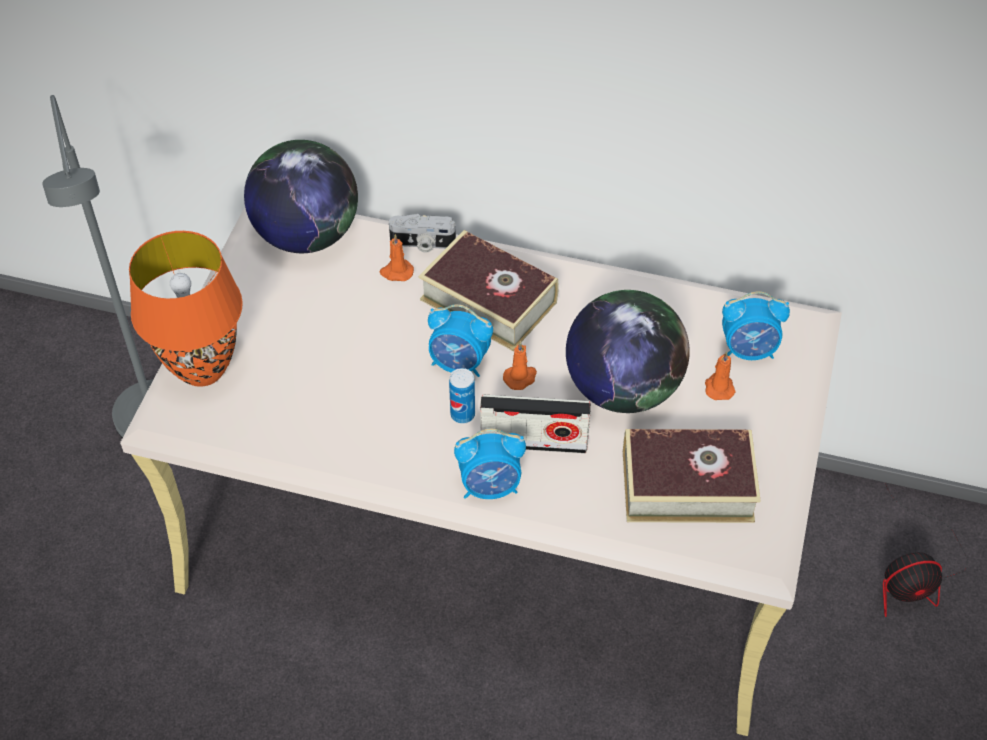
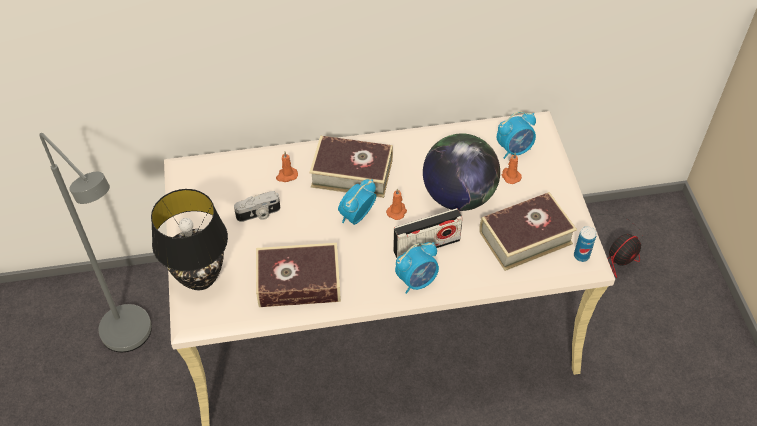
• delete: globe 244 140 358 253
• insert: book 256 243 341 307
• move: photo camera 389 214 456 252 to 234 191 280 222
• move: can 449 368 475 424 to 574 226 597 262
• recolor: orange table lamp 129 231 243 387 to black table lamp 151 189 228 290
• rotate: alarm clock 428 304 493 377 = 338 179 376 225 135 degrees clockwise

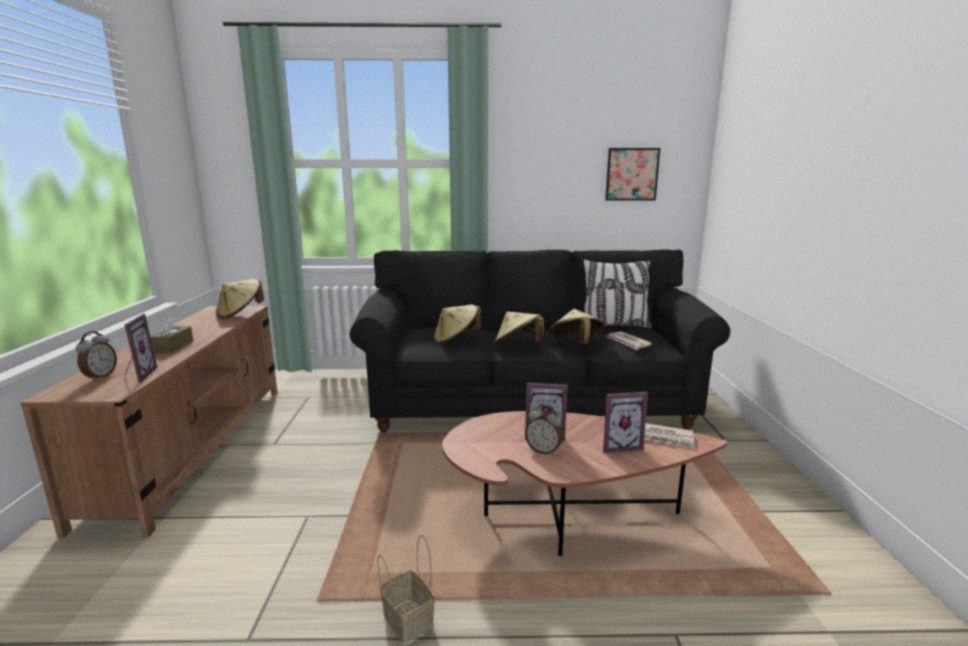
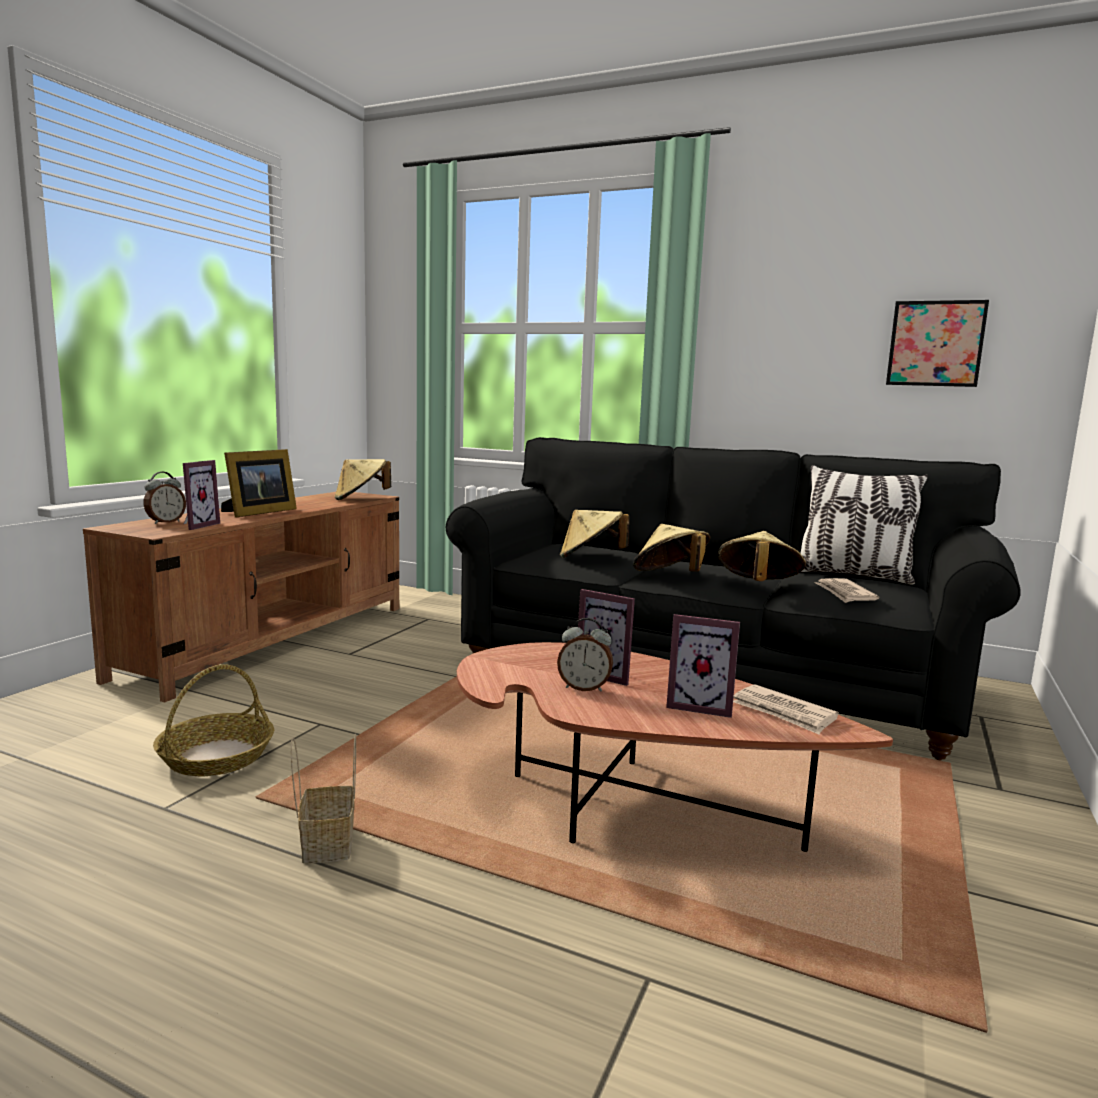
• insert: basket 153 664 274 776
• replace: brown tissue box 150 316 193 353 to picture frame 221 449 297 518
• rotate: alarm clock 525 405 563 455 = 557 618 613 692 45 degrees counterclockwise

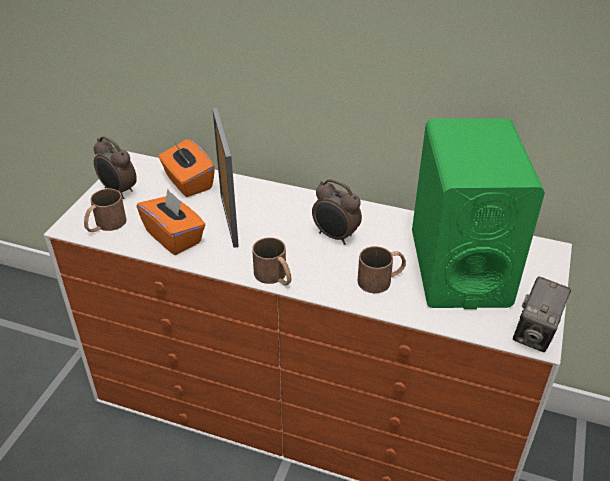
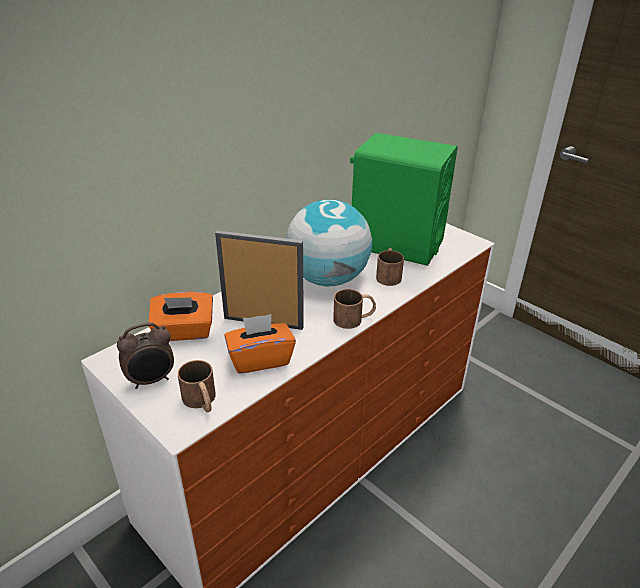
• delete: photo camera 513 276 571 352
• replace: alarm clock 312 179 362 245 to globe 286 199 372 286

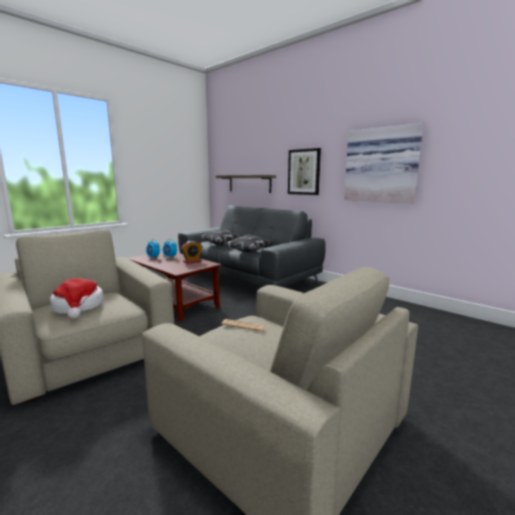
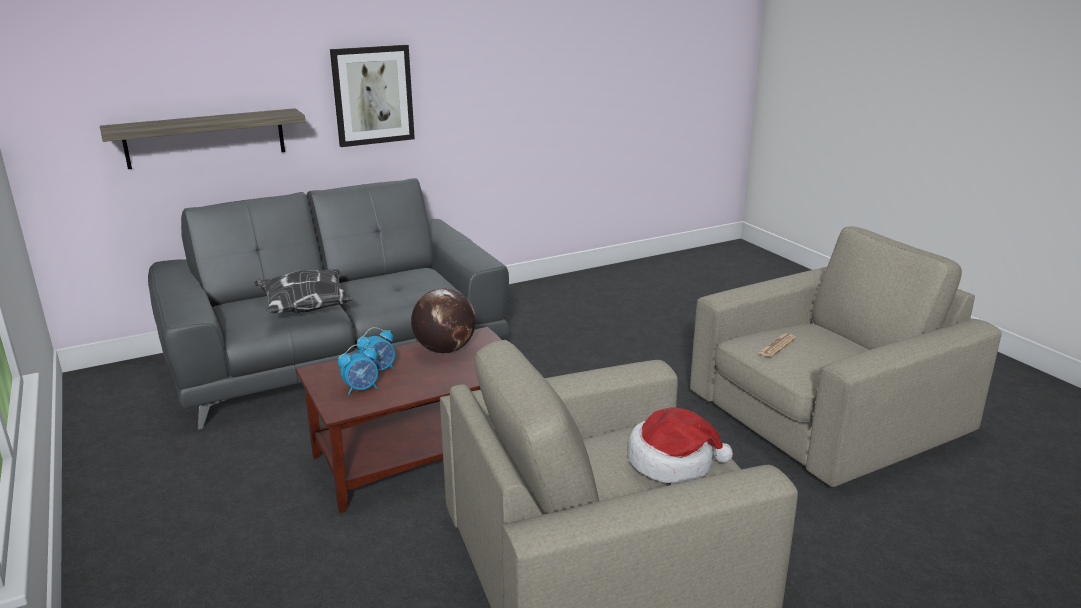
• delete: pillow 224 234 274 252
• delete: picture 344 123 423 203
• replace: alarm clock 181 241 203 264 to globe 411 288 476 353

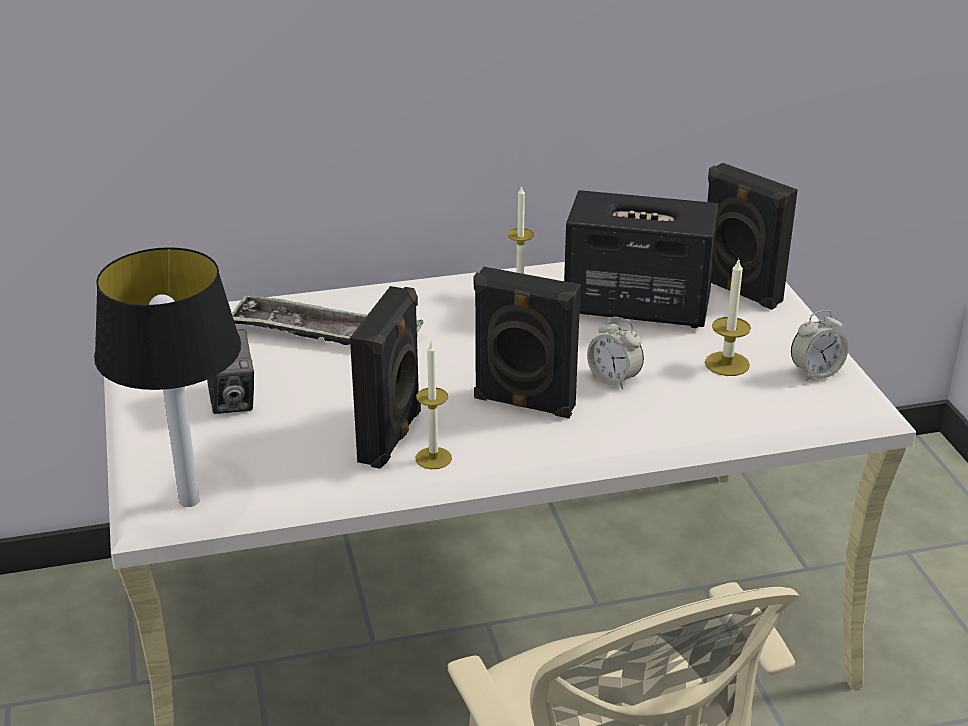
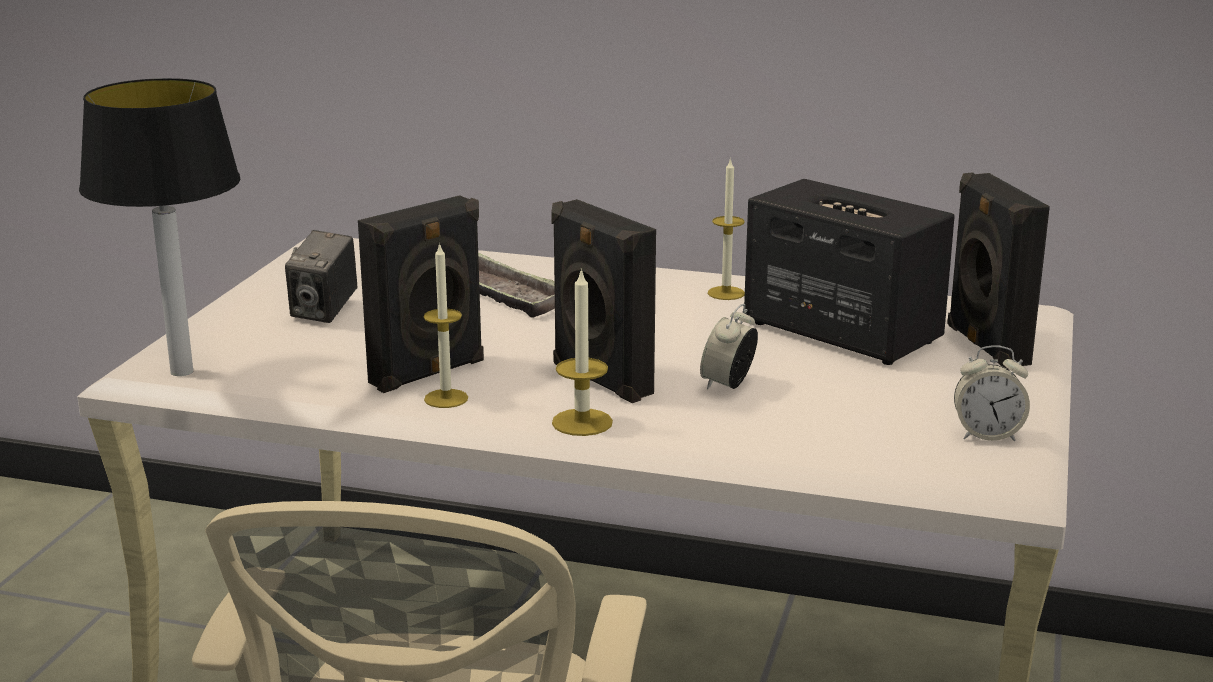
• move: candle 705 258 751 376 to 552 268 613 436
• rotate: alarm clock 587 317 644 390 = 700 304 758 390 45 degrees clockwise

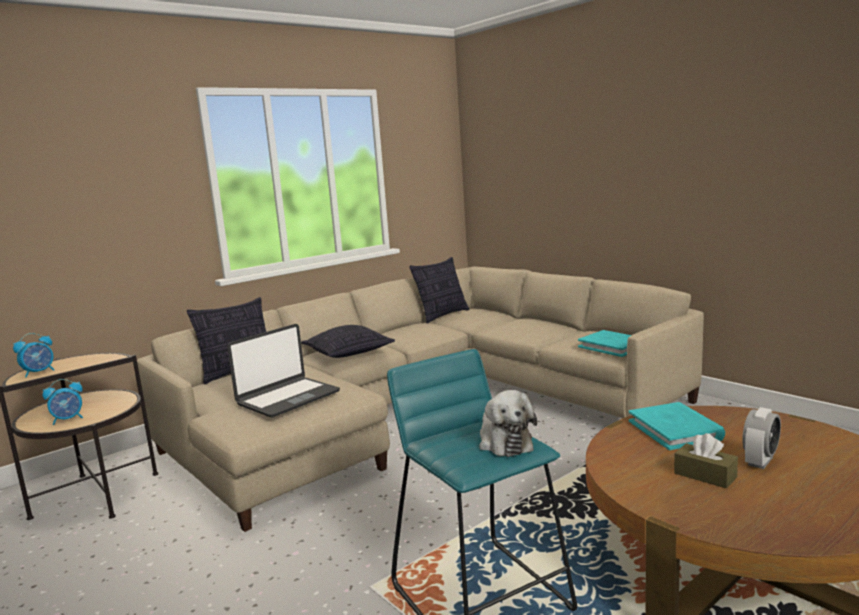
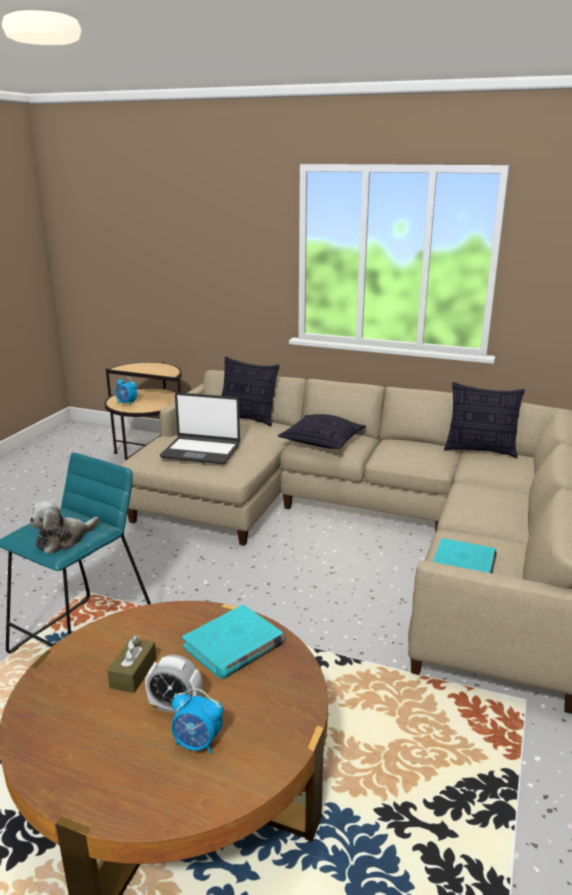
• move: alarm clock 13 333 54 378 to 171 688 223 754

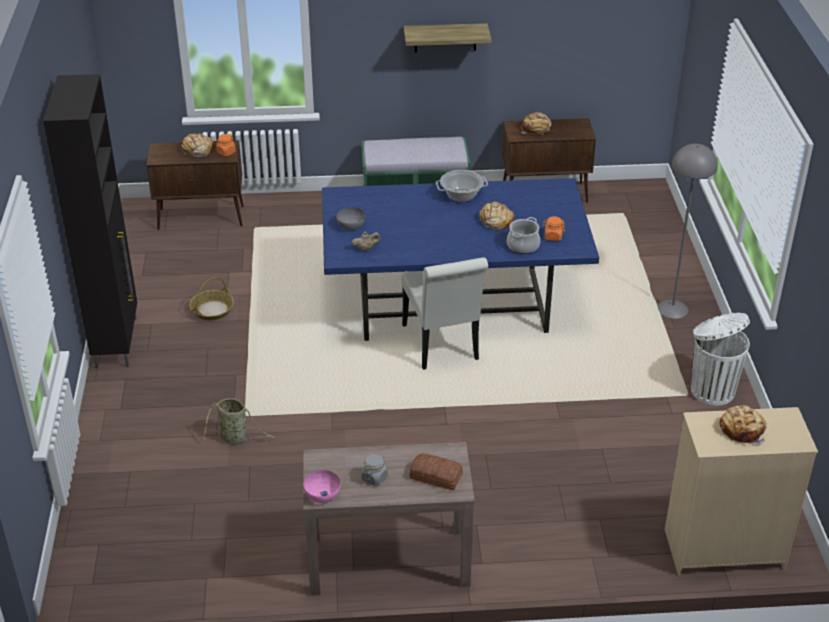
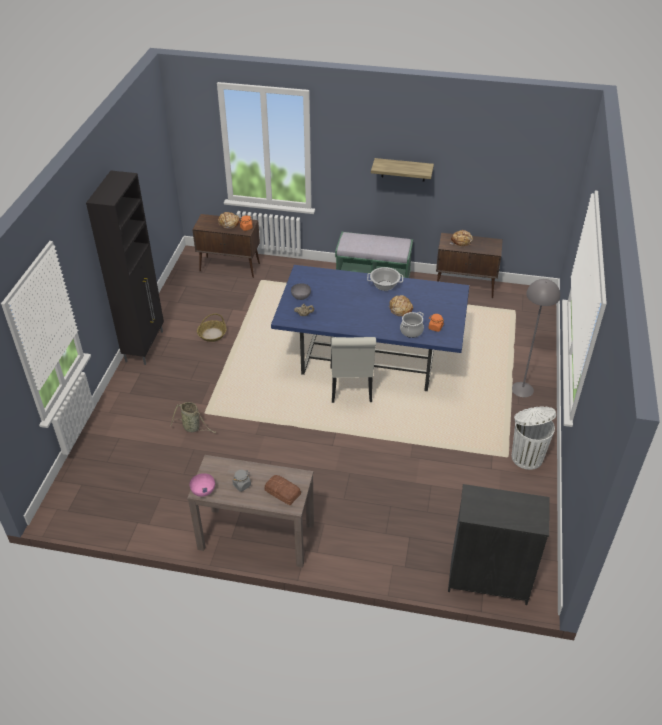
• delete: bread 720 405 767 444
• recolor: beige dresser 665 407 818 576 to black dresser 448 484 549 605

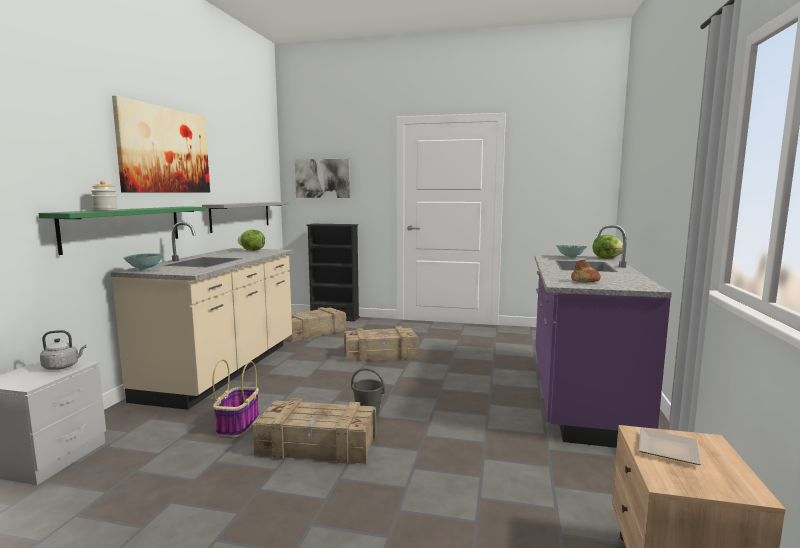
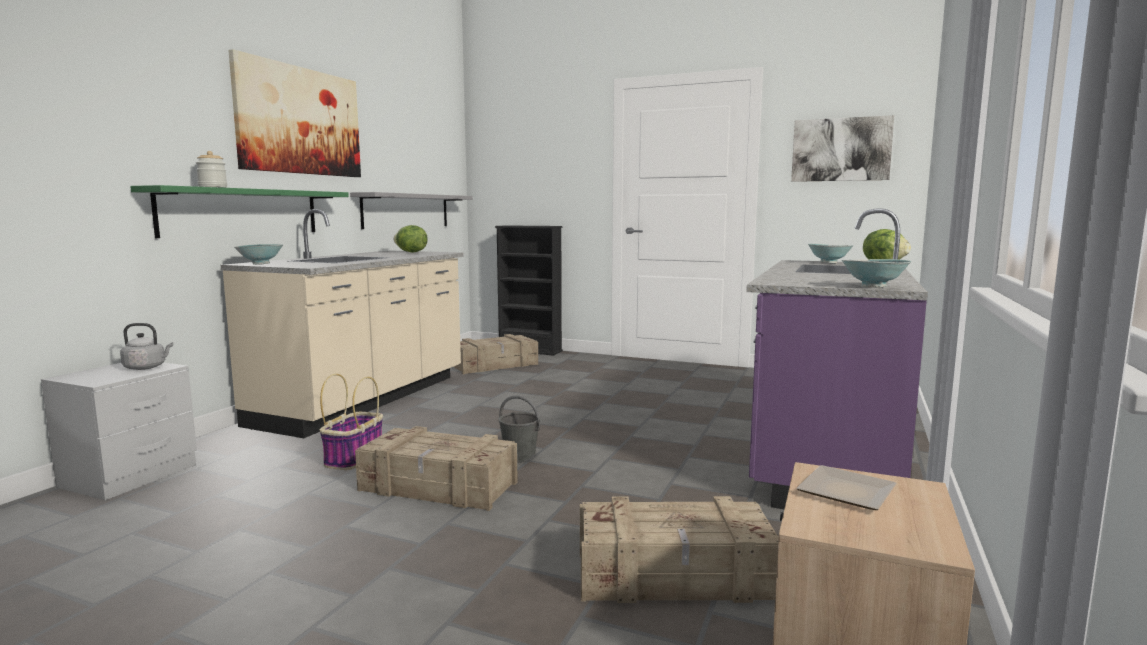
• delete: bread 571 260 601 282
• insert: bowl 842 259 911 288
• move: picture 295 159 350 198 to 791 115 894 182
• move: crate 344 326 419 362 to 580 496 779 603

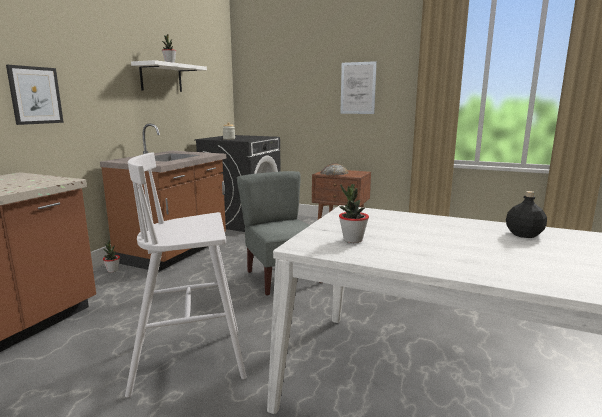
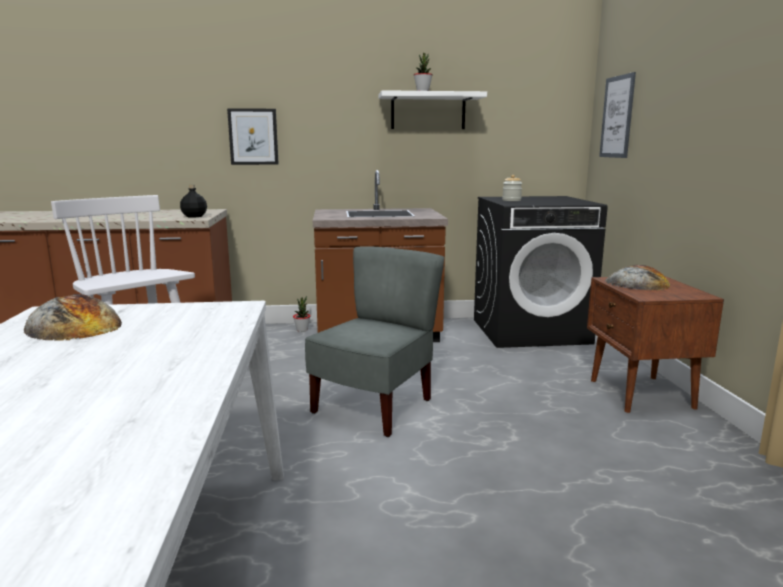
• move: picture 340 61 377 114 to 599 72 636 158
• move: black bottle 506 191 547 238 to 180 185 207 218
• replace: potted plant 339 184 369 243 to bread 24 294 122 341

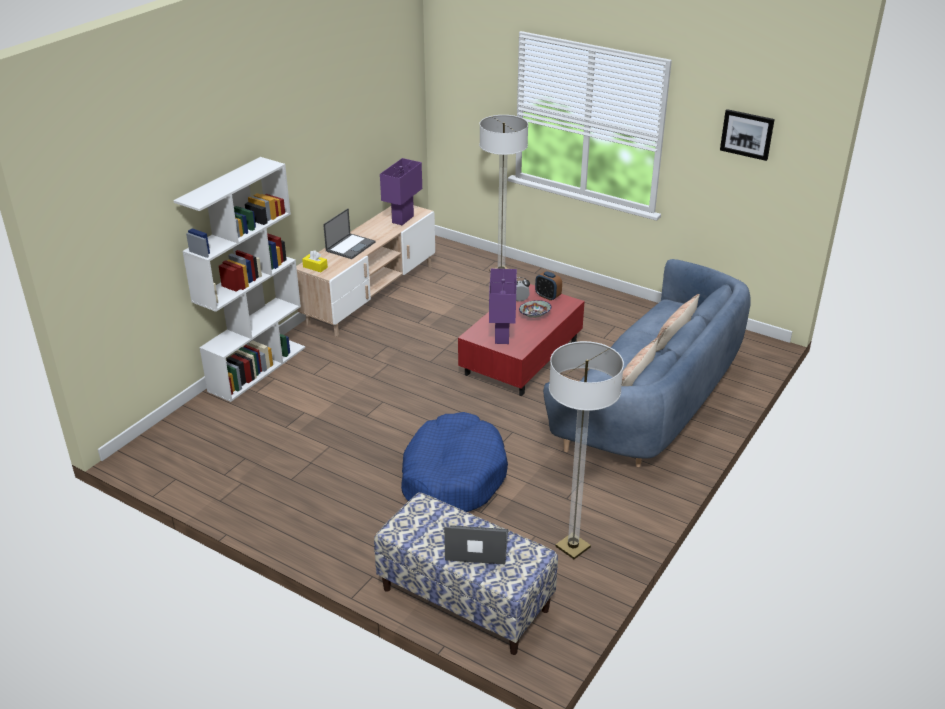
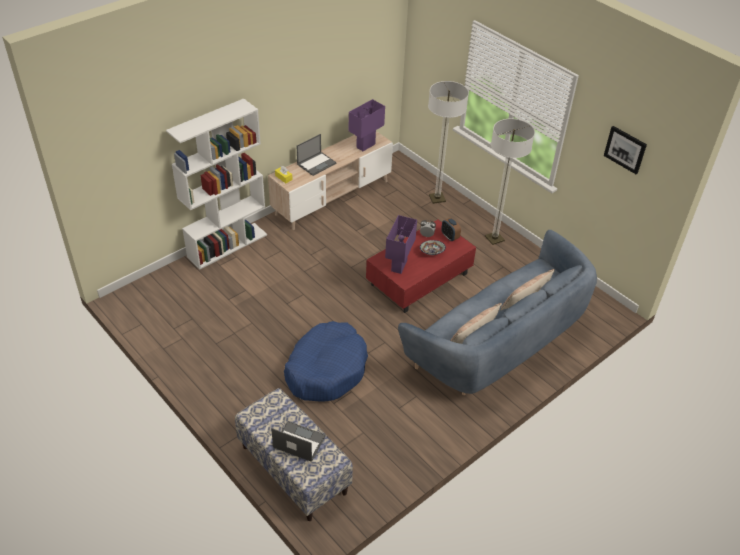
• move: floor lamp 549 341 624 559 to 485 119 535 245

